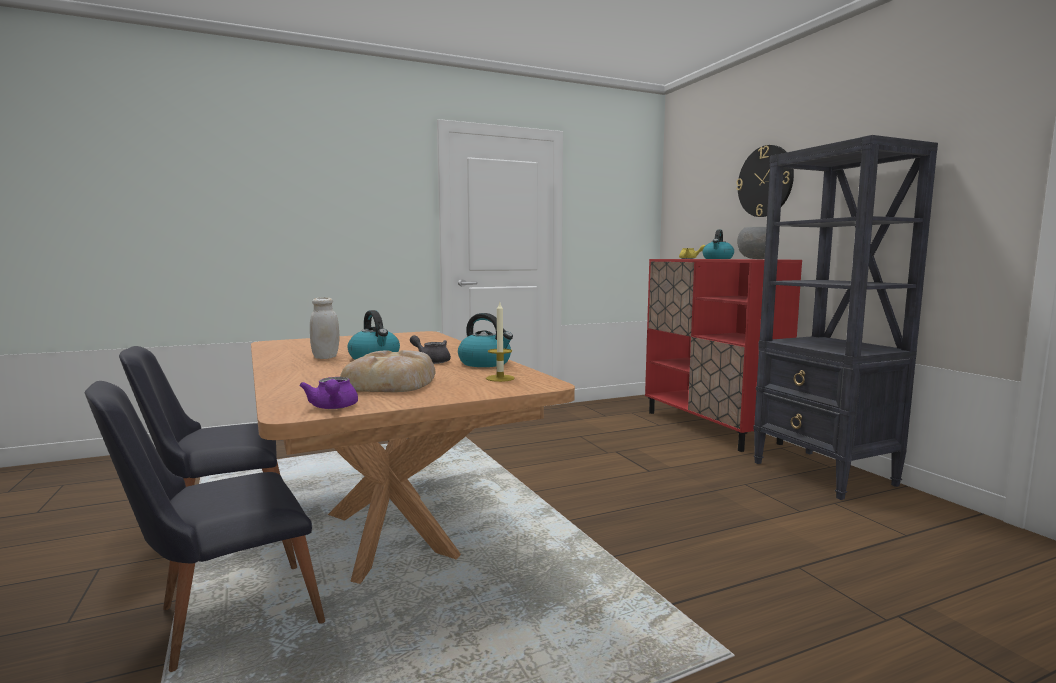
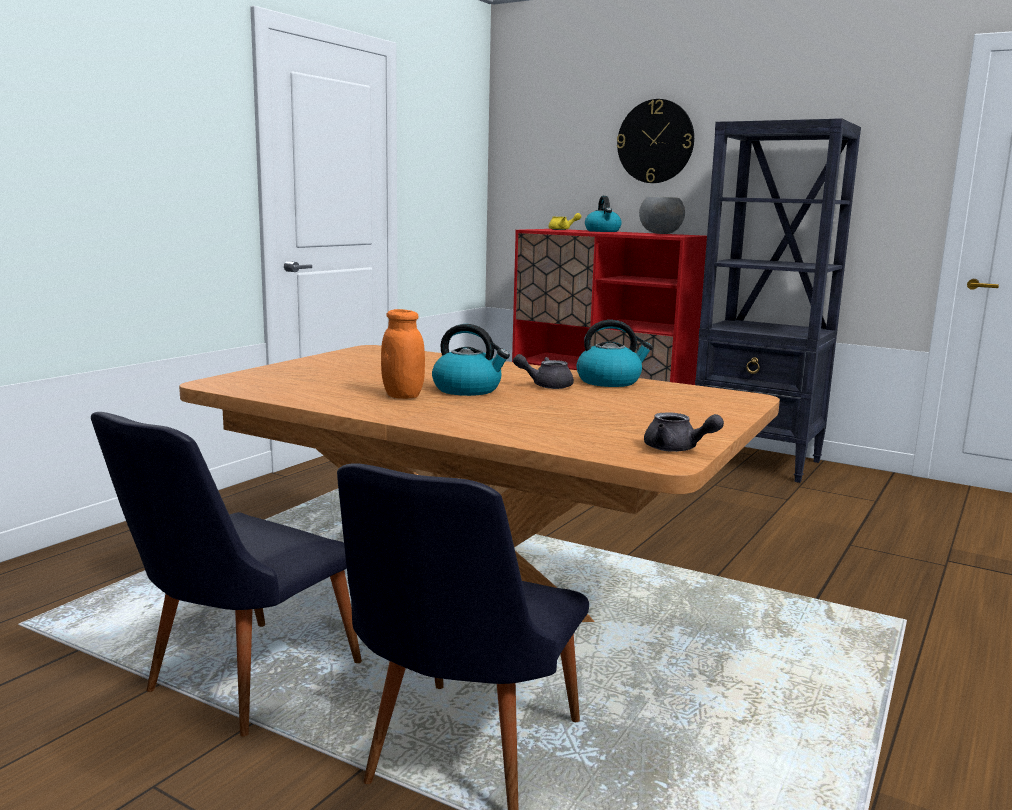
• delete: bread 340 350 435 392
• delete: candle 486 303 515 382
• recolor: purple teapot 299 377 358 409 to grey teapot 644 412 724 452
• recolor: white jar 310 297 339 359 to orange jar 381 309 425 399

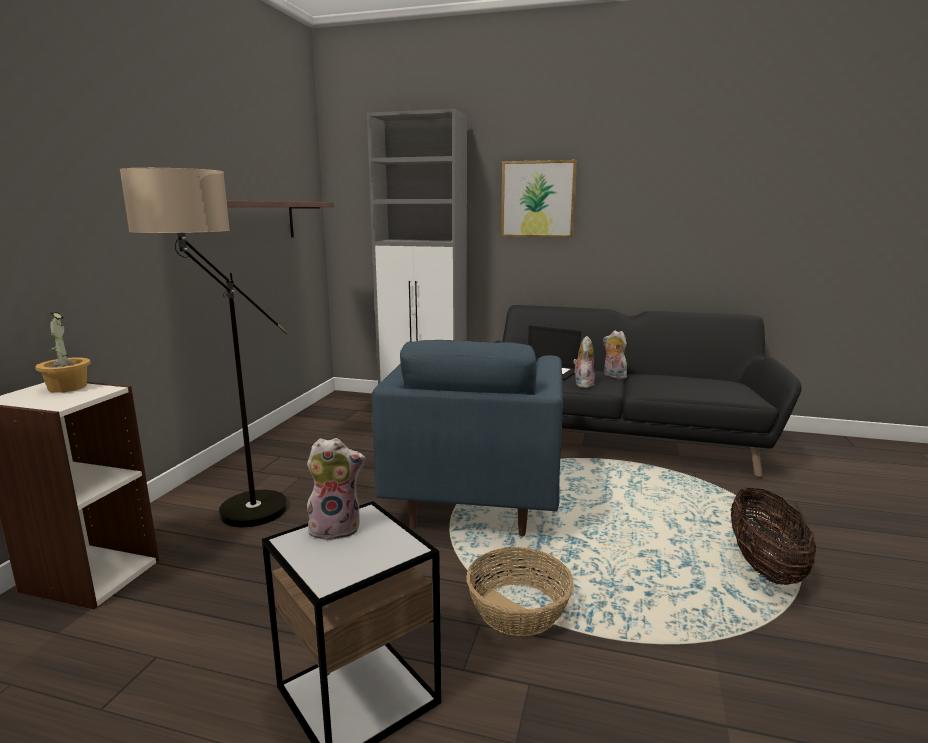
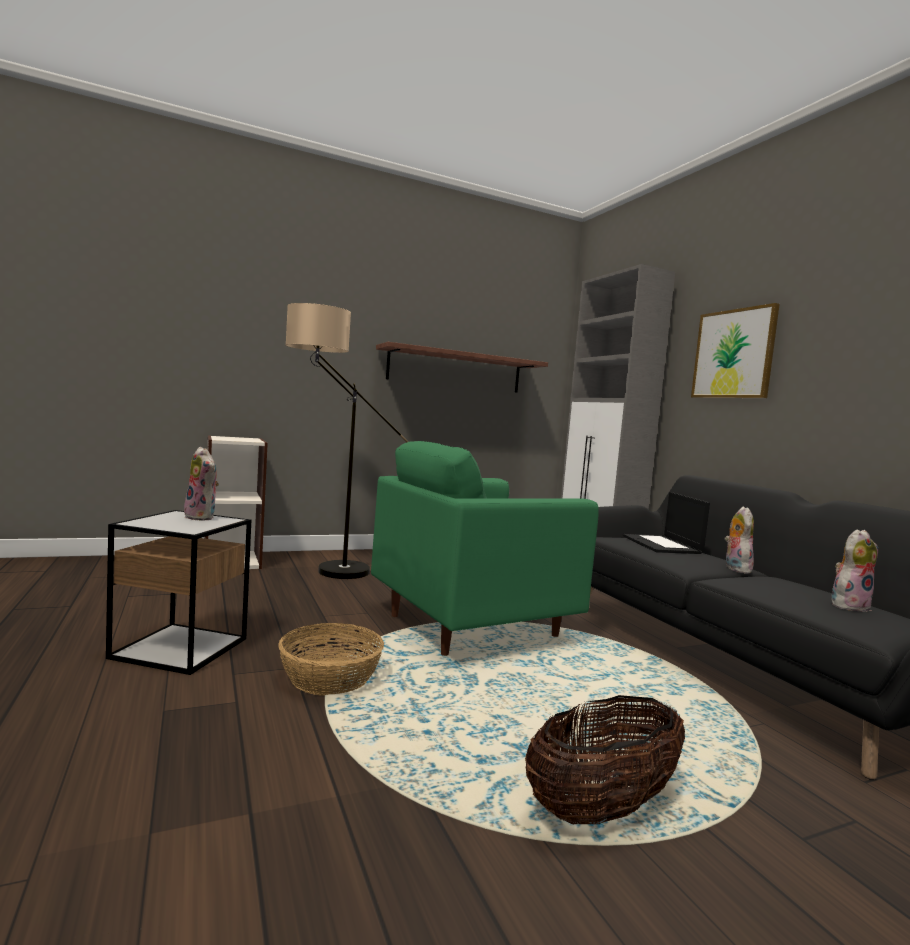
• delete: potted plant 35 311 91 393
• move: plush toy 573 336 595 388 to 831 529 878 612
• recolor: blue armchair 372 340 563 536 to green armchair 371 441 599 656

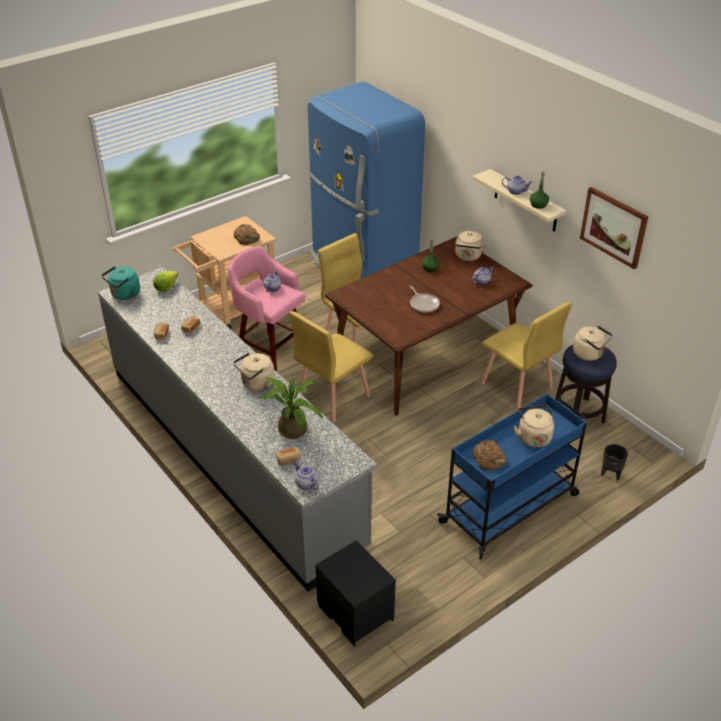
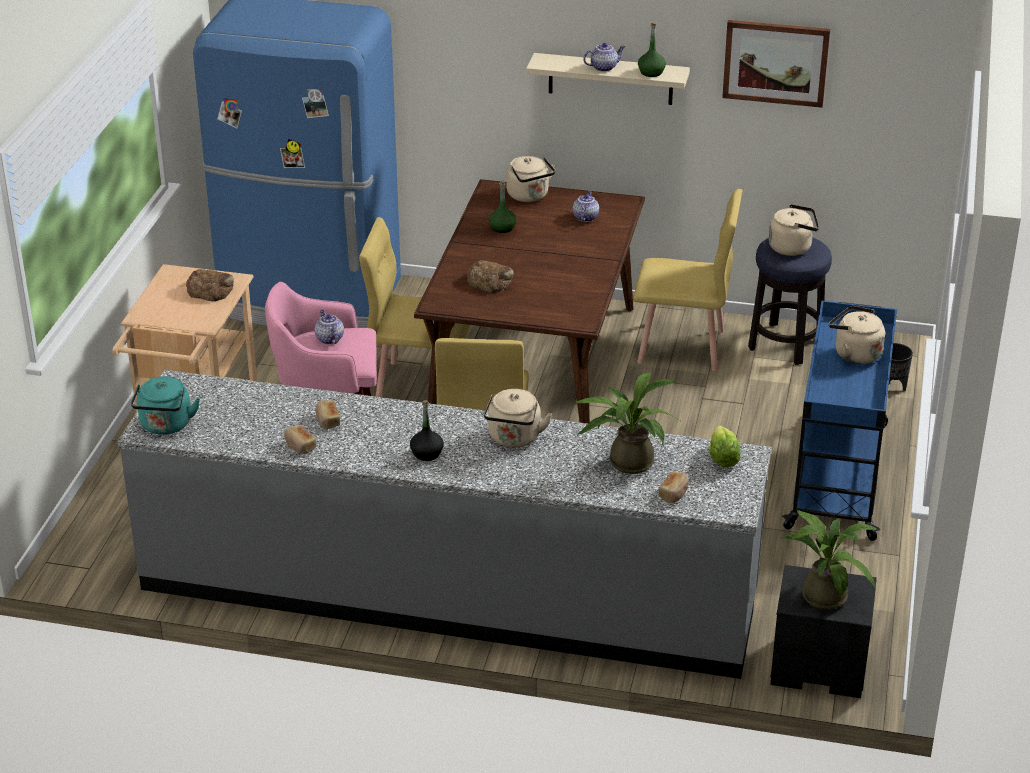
• delete: teapot 294 462 319 490
• delete: frying pan 409 286 440 313
• insert: black bottle 410 400 444 461
• insert: potted plant 781 510 878 610
• move: lettuce 153 271 178 292 to 710 426 741 467
• move: bread 473 440 507 471 to 467 260 514 293

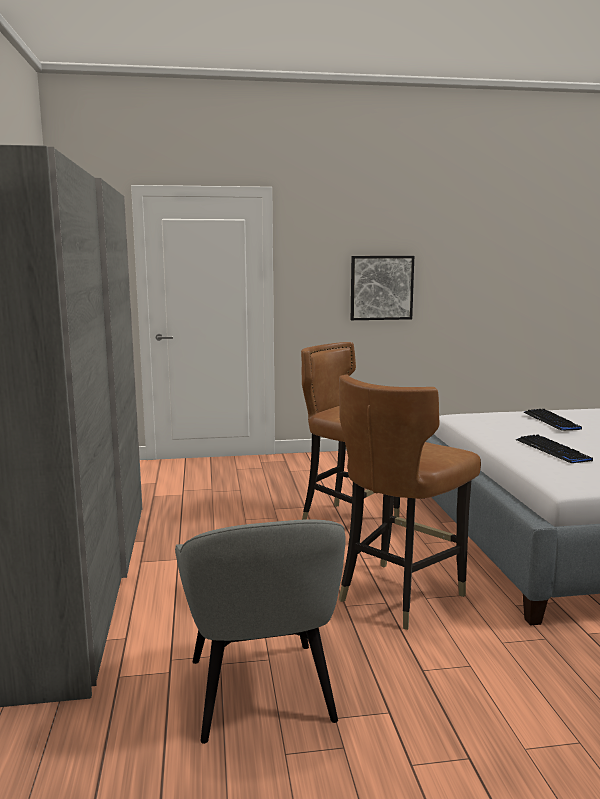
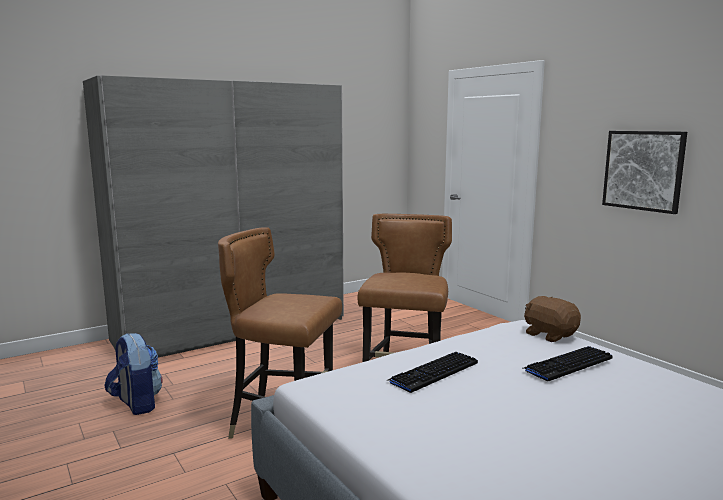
• insert: brown plush toy 524 296 581 342
• replace: grey armchair 175 519 346 744 to backpack 104 333 162 415

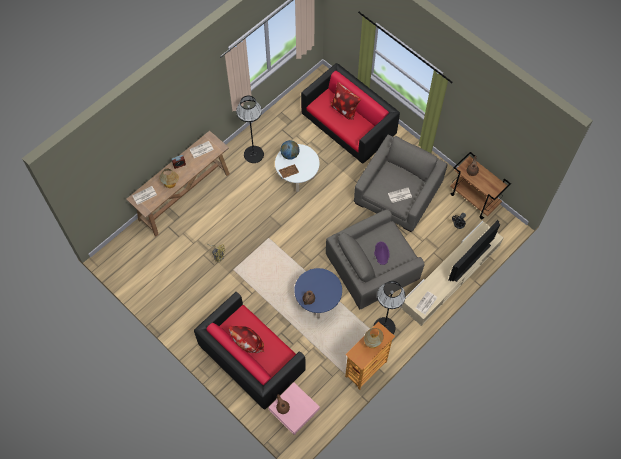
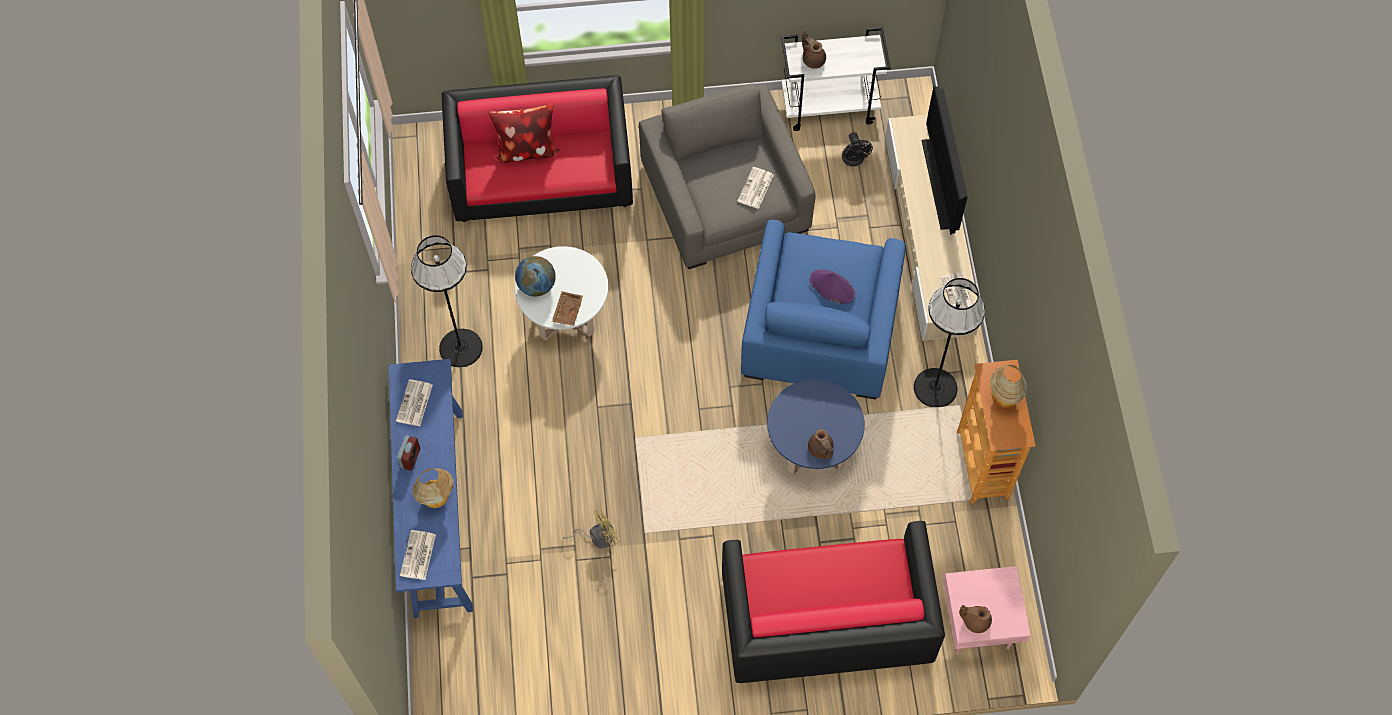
• delete: pillow 229 326 264 353
• recolor: brown console table 126 131 230 237 to blue console table 389 359 473 618
• recolor: grey armchair 326 209 425 309 to blue armchair 741 220 906 399
• recolor: brown cart 450 152 511 219 to white cart 781 27 891 131

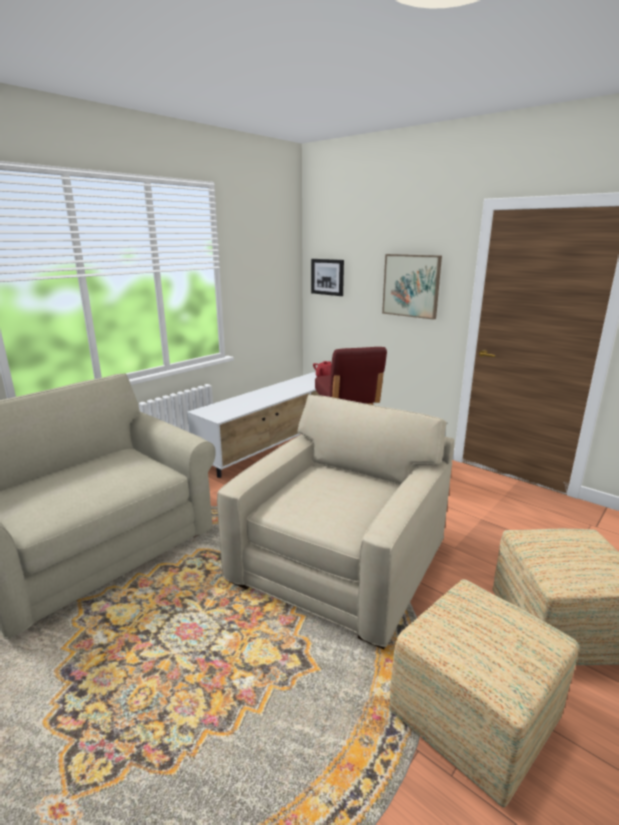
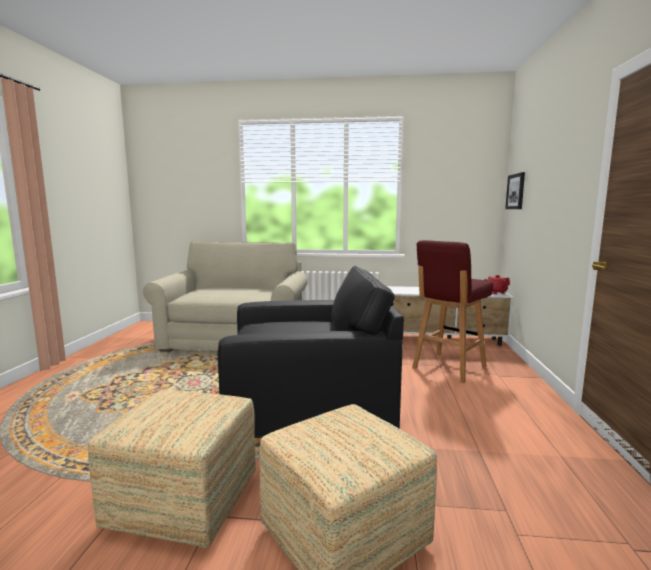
• delete: picture 382 254 442 320
• recolor: beige armchair 217 395 454 650 to black armchair 218 266 404 438

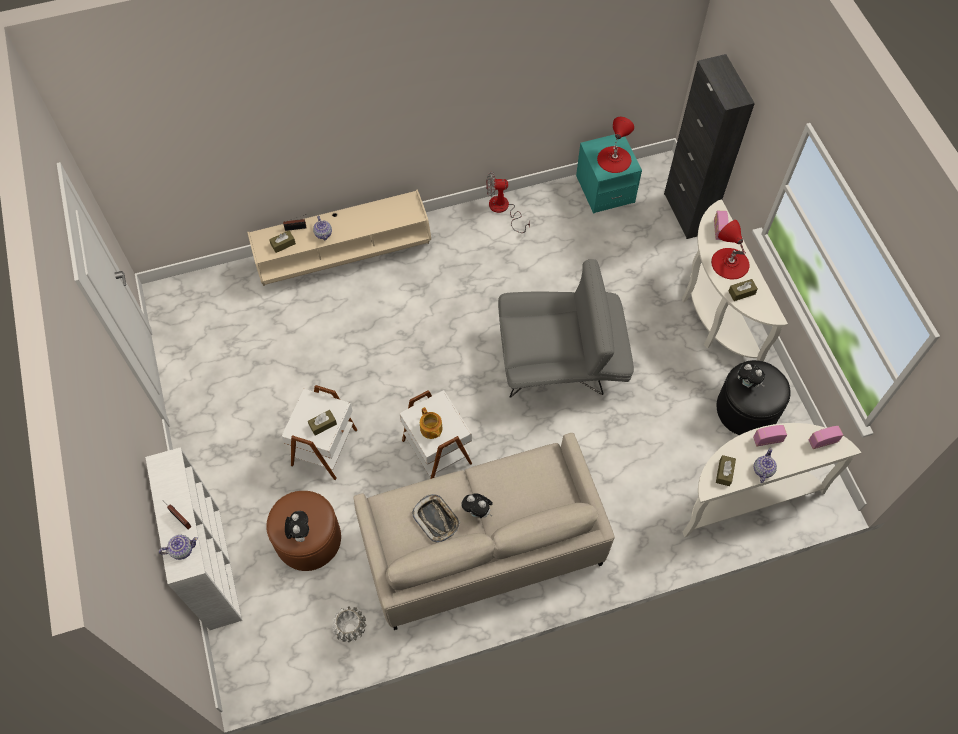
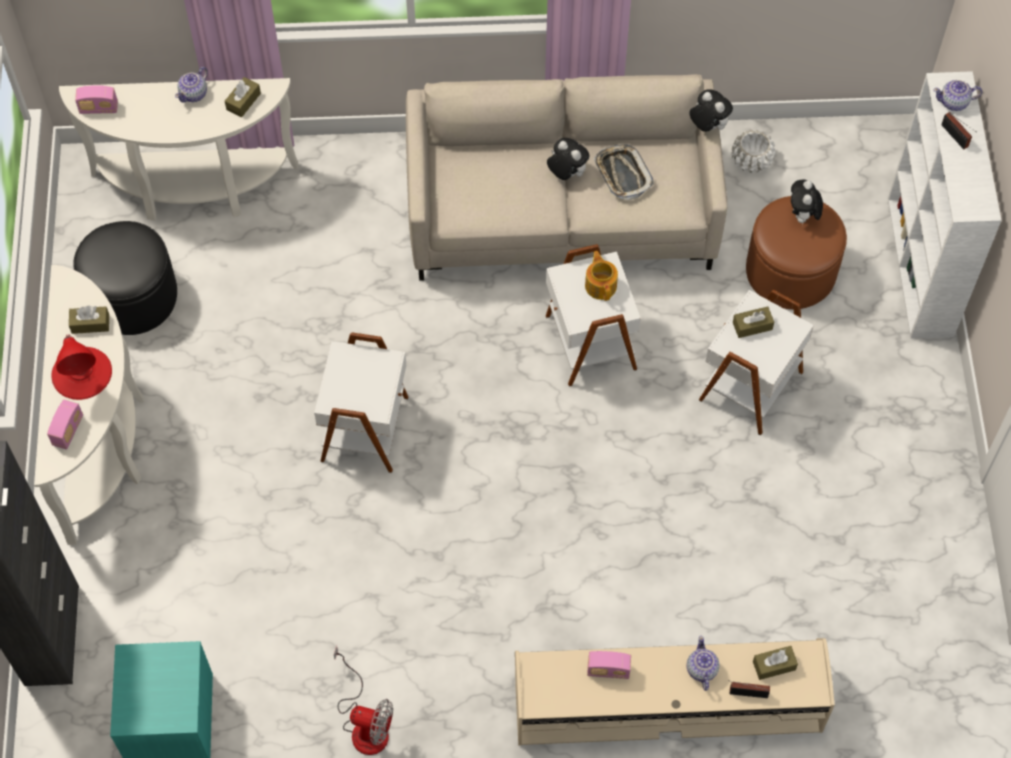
• delete: red table lamp 597 117 634 173
• move: plush toy 738 364 765 388 to 689 89 733 132
• move: radio 753 425 787 446 to 587 651 631 679
• replace: grey armchair 498 259 634 398 to white side table 314 333 408 473

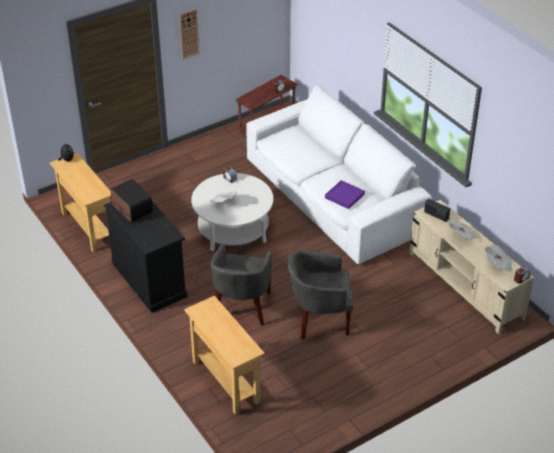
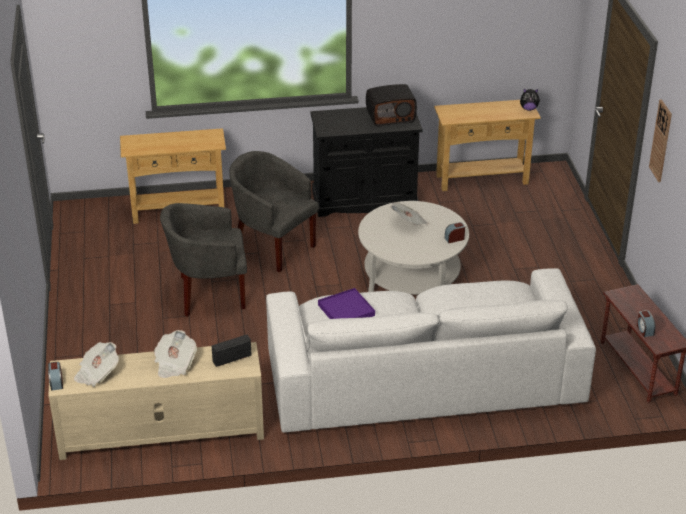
• rotate: grey armchair 287 250 354 340 = 160 203 247 317 120 degrees counterclockwise

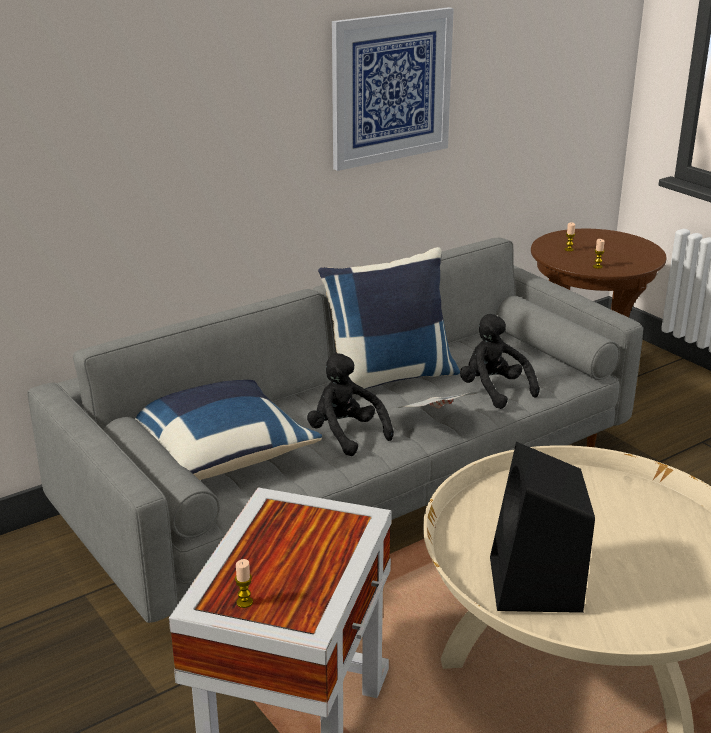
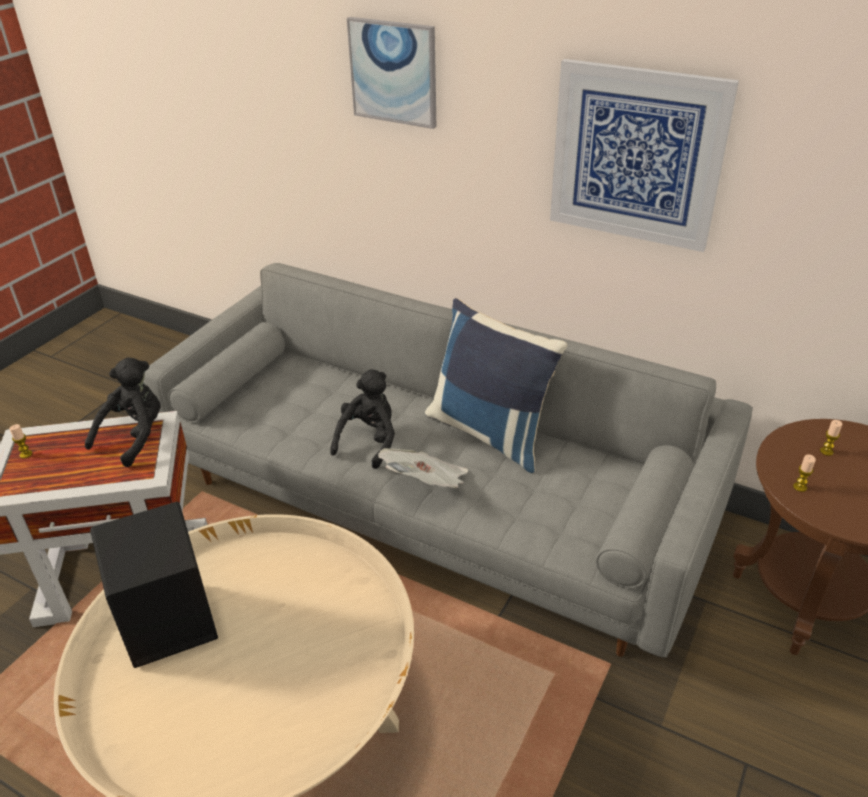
• delete: blue pillow 135 380 322 480
• insert: picture 347 17 436 129
• move: black plush toy 460 314 540 409 to 85 358 161 467

